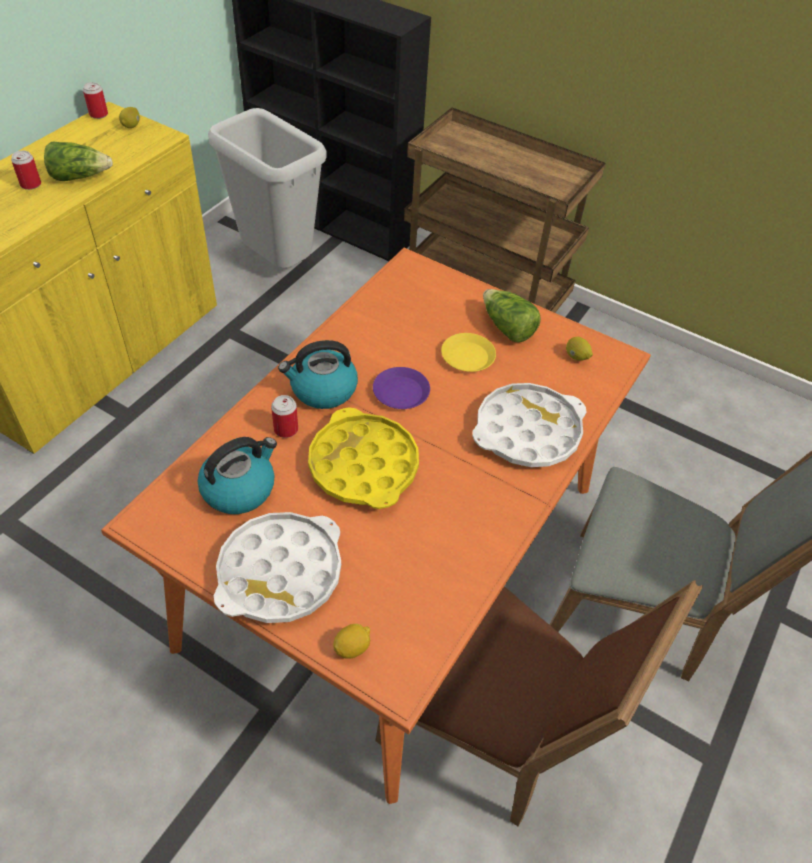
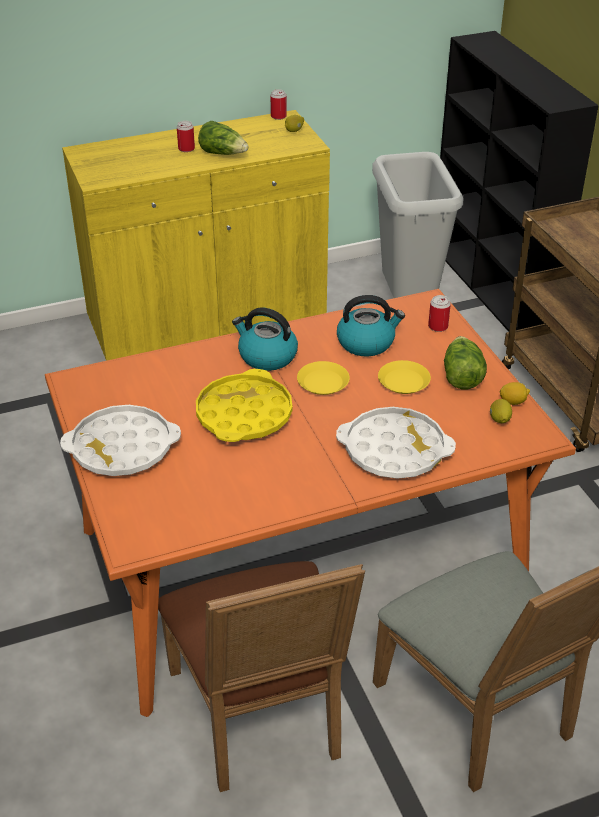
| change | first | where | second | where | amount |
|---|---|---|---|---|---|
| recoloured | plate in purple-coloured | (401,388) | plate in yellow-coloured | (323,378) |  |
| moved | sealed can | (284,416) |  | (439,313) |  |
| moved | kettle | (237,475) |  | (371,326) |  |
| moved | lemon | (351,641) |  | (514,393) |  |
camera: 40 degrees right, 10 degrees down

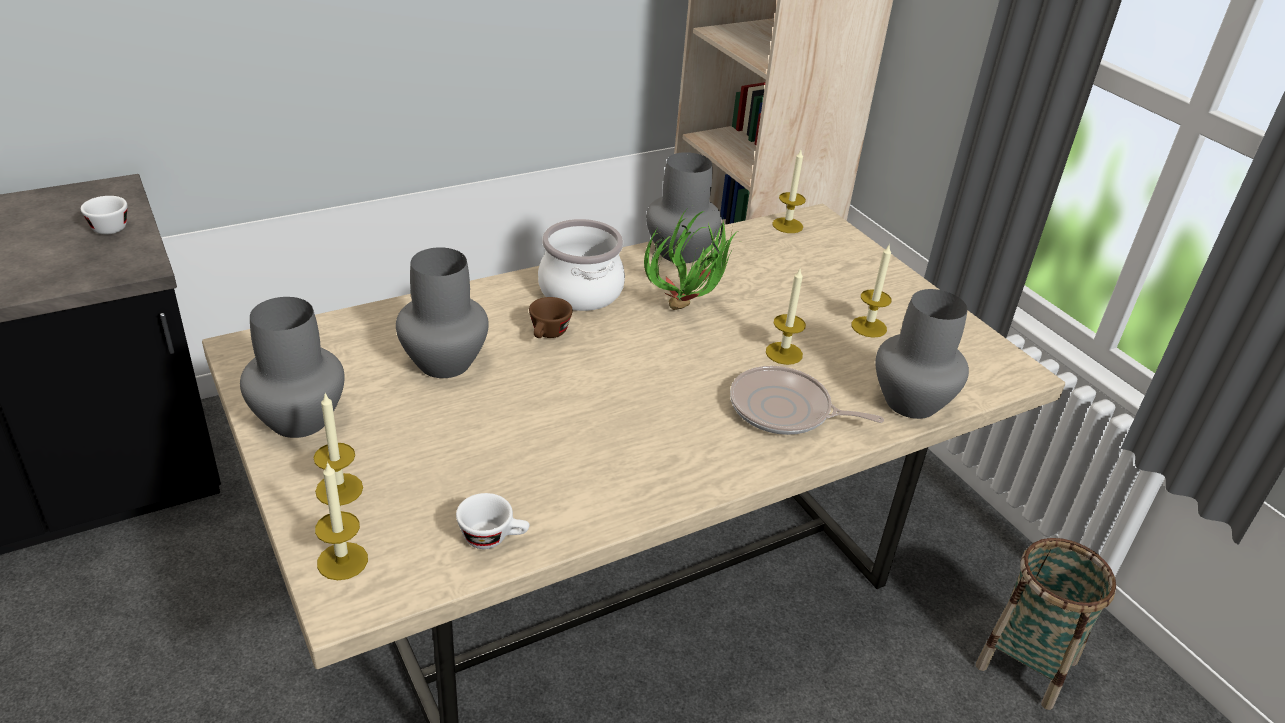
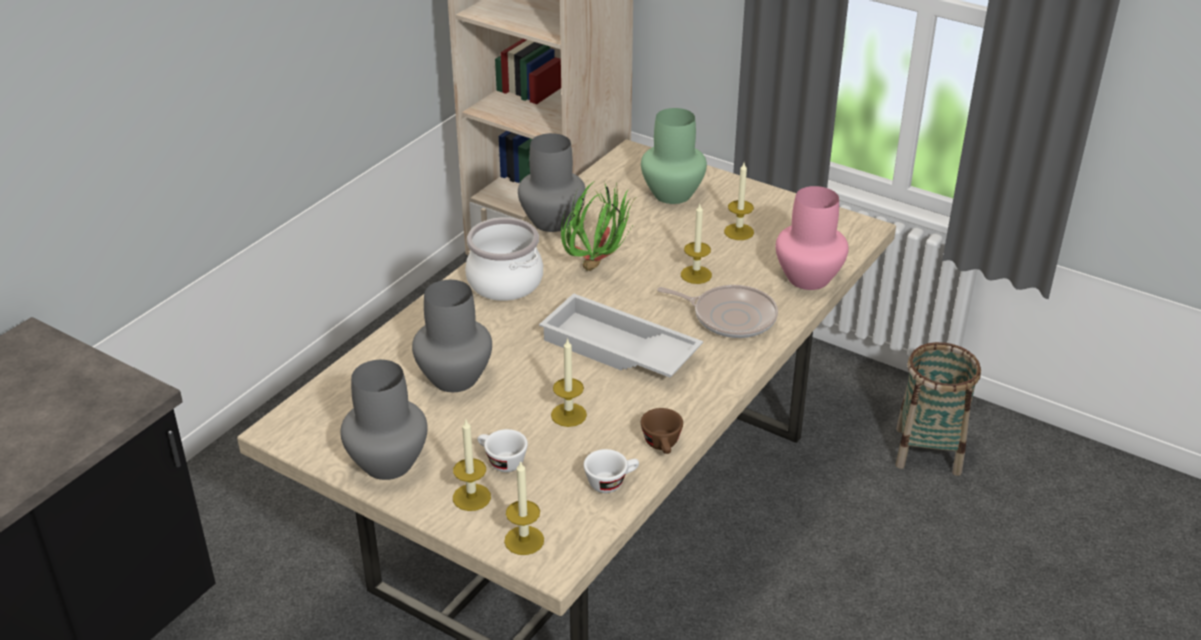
| change | first | where | second | where | amount |
|---|---|---|---|---|---|
| moved | wax candle | (789,191) |  | (569,382) |  |
| moved | cup in white | (104,215) |  | (502,450) |  |
| recoloured | vase in gray | (922,354) | vase in pink-coloured | (812,238) |  |
| moved | cup in brownish | (551,317) |  | (662,431) |  |
| turned | skillet | (807,400) |  | (717,311) | 150 degrees counterclockwise |
| added |  |  | vase in green-coloured | (674,156) |  |
| added |  |  | carrying tray in white | (621,335) |  |
camera: 25 degrees left, 0 degrees up

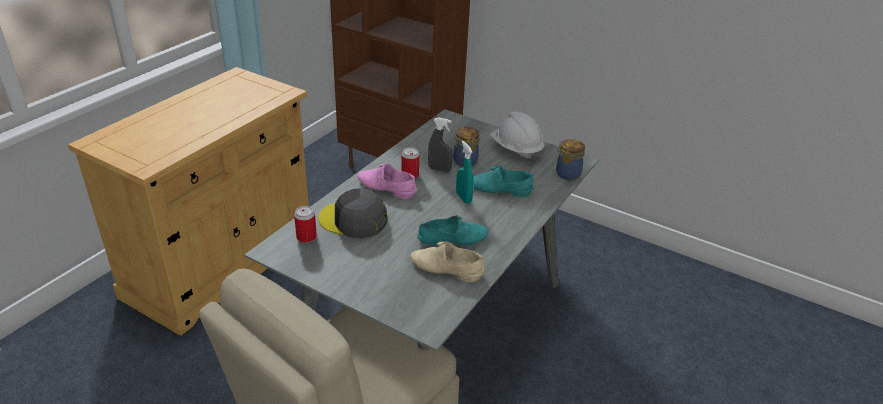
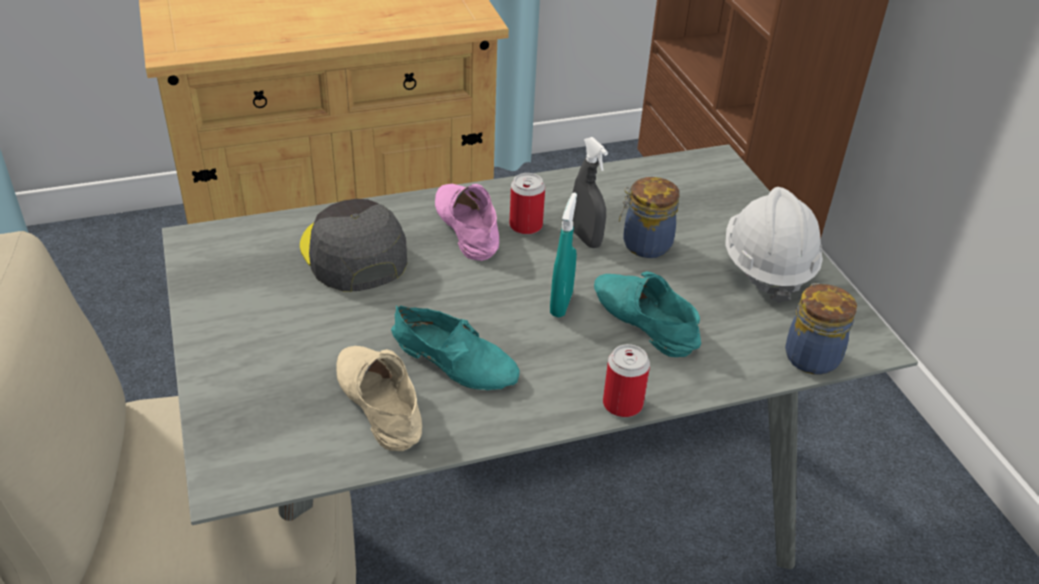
| change | first | where | second | where | amount |
|---|---|---|---|---|---|
| moved | sealed can | (305,224) |  | (626,380) |  |
camera: 40 degrees right, 5 degrees up

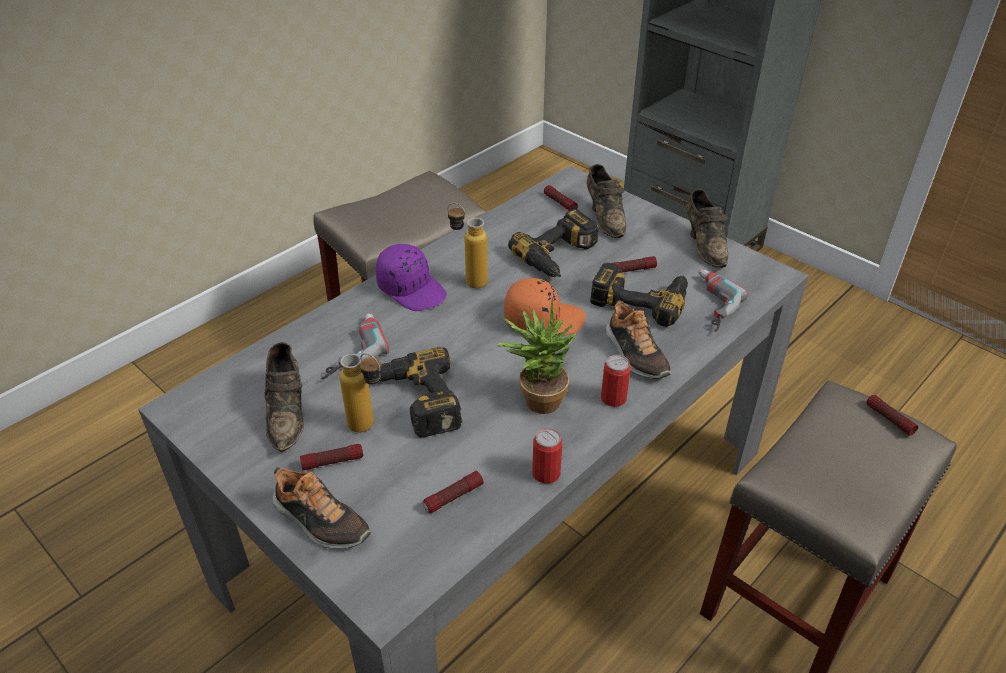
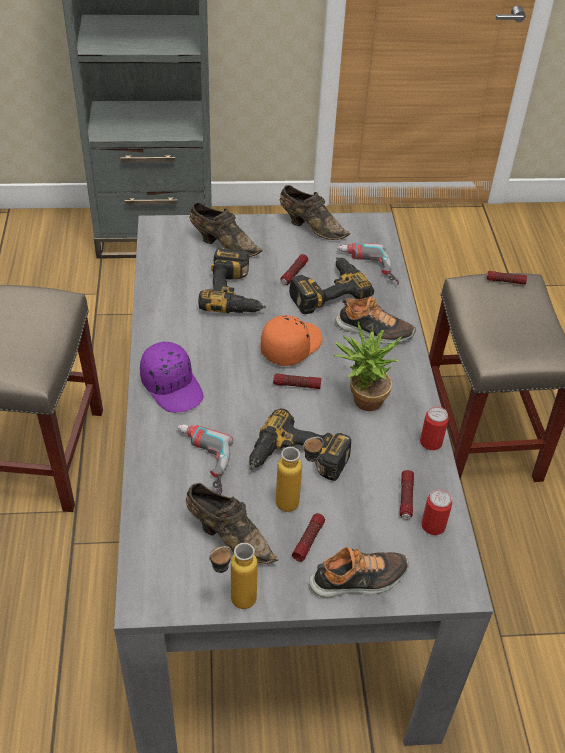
| change | first | where | second | where | amount |
|---|---|---|---|---|---|
| moved | hand torch | (561,198) |  | (297,381) |  |
| moved | drink bottle | (467,246) |  | (233,576) |  |
| turned | peaked cap in purple-coloured | (411,277) |  | (172,377) | 60 degrees clockwise |
| moved | sealed can | (616,381) |  | (436,512) |  |
camera: 50 degrees left, 5 degrees up

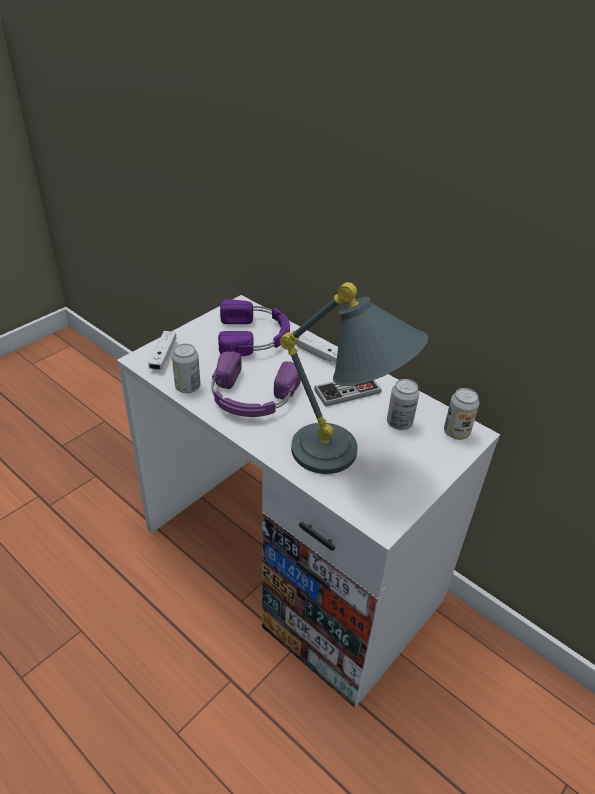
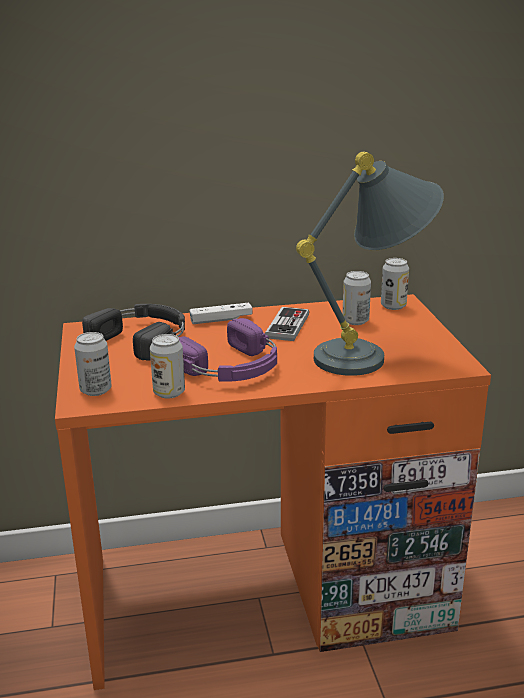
| change | first | where | second | where | amount |
|---|---|---|---|---|---|
| recoloured | desk table in white | (308,501) | desk table in orange-coloured | (273,492) |  |
| recoloured | pair of headphones in purple-coloured | (254,327) | pair of headphones in black | (133,332) |  |
| replaced | gamepad in white | (162,350) | sealed can | (93,364) |  |
camera: 50 degrees left, 15 degrees down

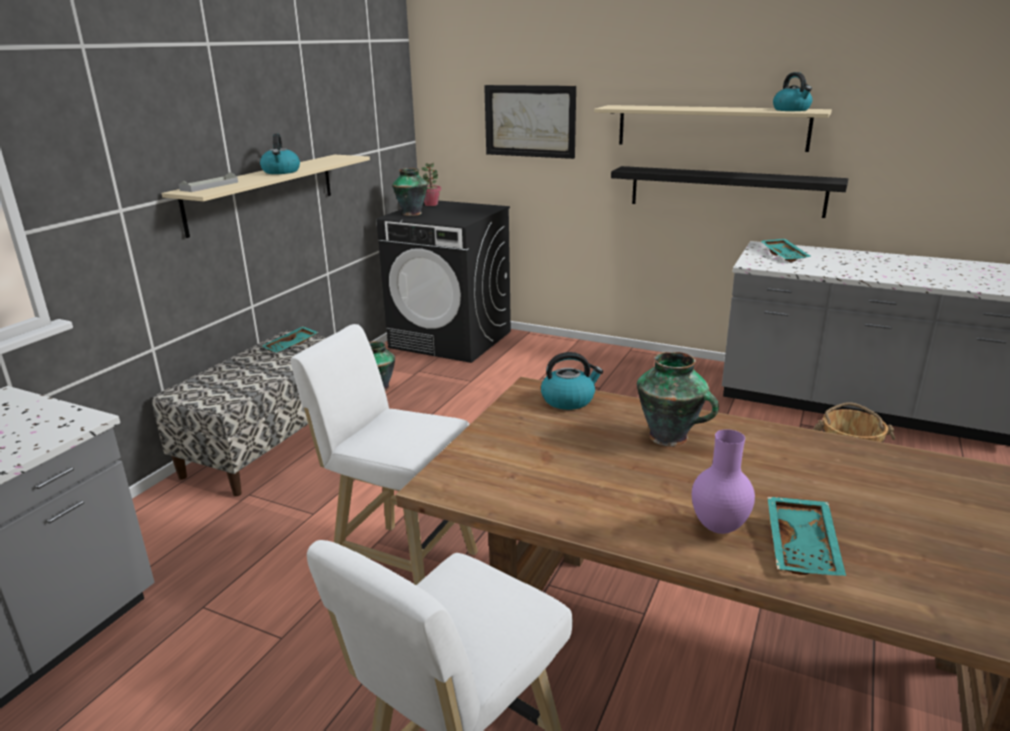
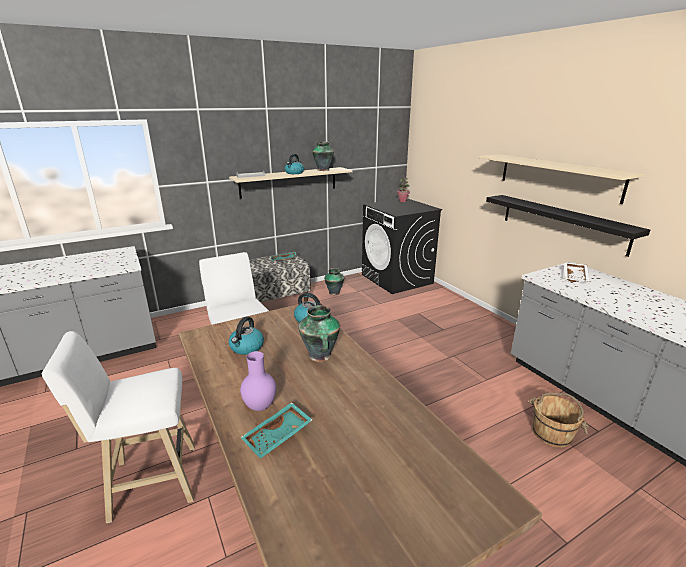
| change | first | where | second | where | amount |
|---|---|---|---|---|---|
| moved | kettle | (792,91) |  | (246,336) |  |
| removed | wall art | (530,122) |  |  |  |
| moved | vase | (410,192) |  | (323,156) |  |
| recoloured | carrying tray in turquoise-coloured | (786,250) | carrying tray in white | (577,272) |  |
camera: 35 degrees right, 0 degrees up

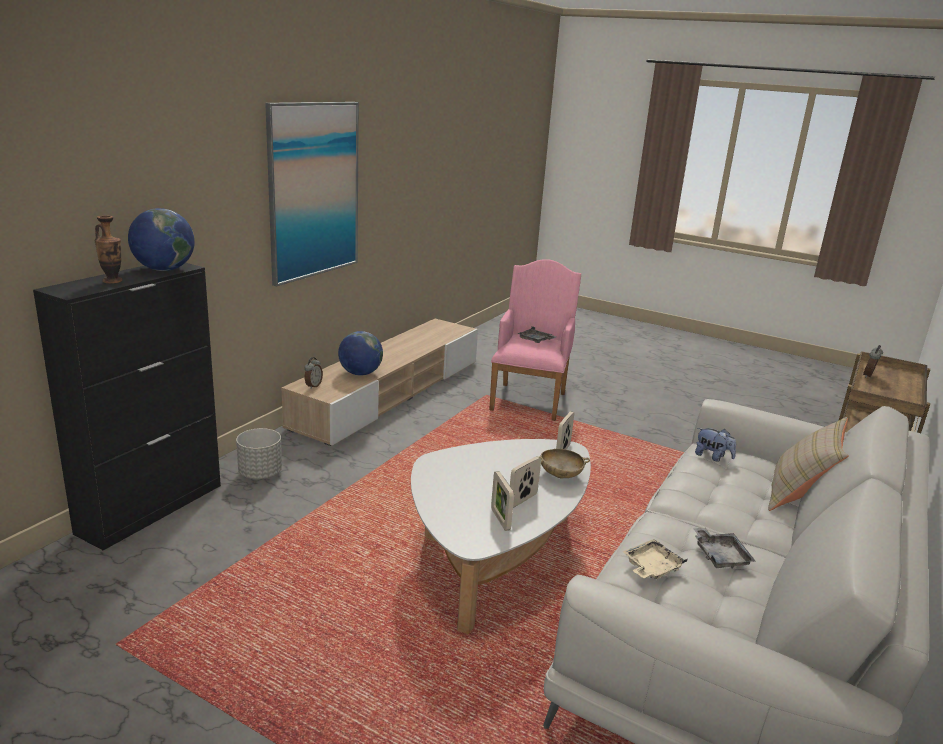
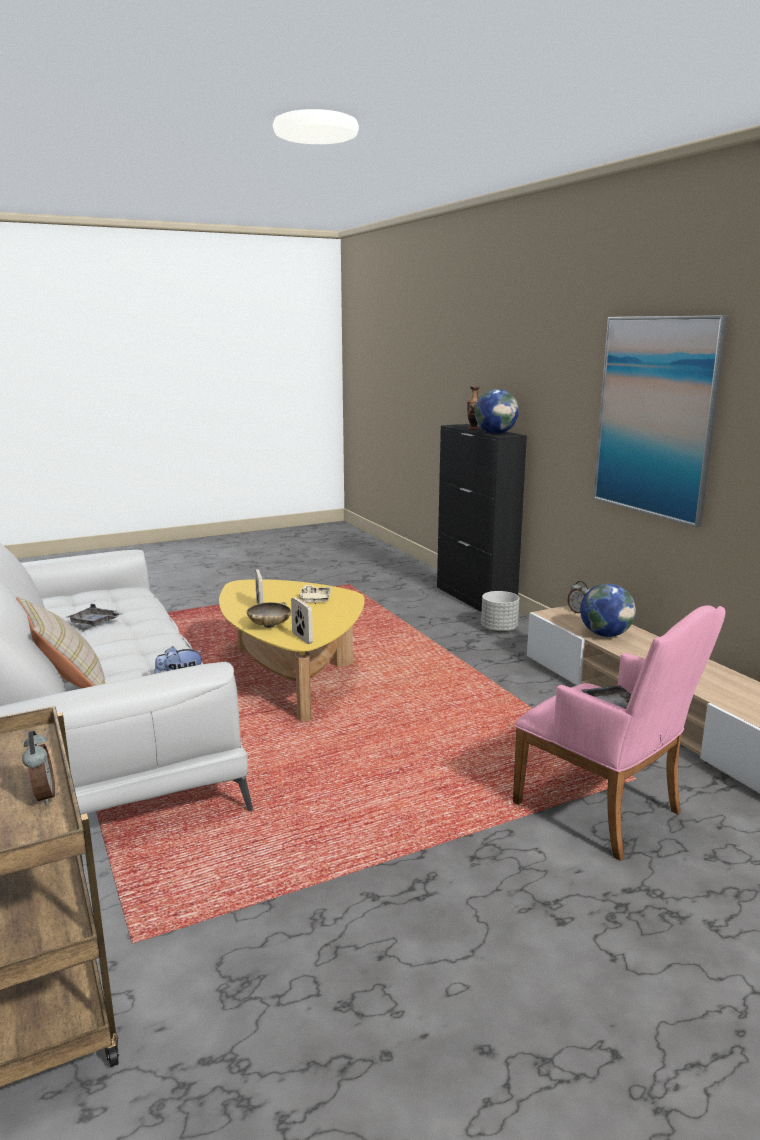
| change | first | where | second | where | amount |
|---|---|---|---|---|---|
| recoloured | low table in white | (501,536) | low table in yellow-coloured | (292,650) |  |
| removed | standing frame | (502,501) |  |  |  |
| moved | carrying tray in beige | (655,559) |  | (315,594) |  |
camera: 125 degrees right, 5 degrees down

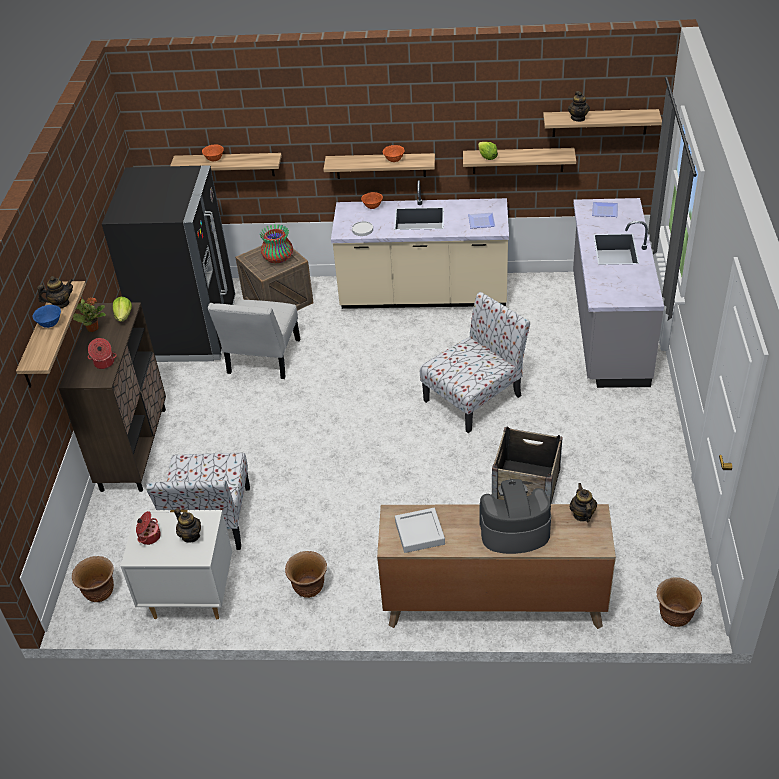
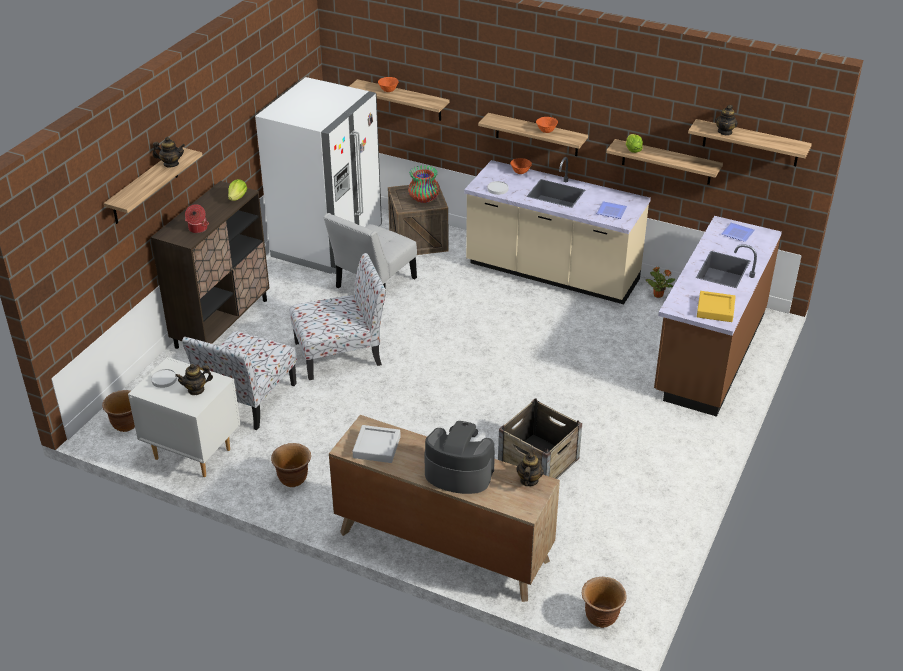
| change | first | where | second | where | amount |
|---|---|---|---|---|---|
| recoloured | refrigerator in black | (168,263) | refrigerator in white | (318,175) |  |
| recoloured | kitchen base unit in gray | (618,293) | kitchen base unit in brownish | (718,316) |  |
| moved | plain chair | (475,362) |  | (337,316) |  |
| moved | houseplant | (89,314) |  | (660,282) |  |
| removed | deep dish in bluish | (47,316) |  |  |  |
| turned | teapot | (187,525) |  | (194,379) | 90 degrees clockwise |
| replaced | cooking pot | (148,528) | plate in white | (164,378) |  |
| added |  |  | carrying tray in yellow-coloured | (716,306) |  |
camera: 20 degrees right, 5 degrees down

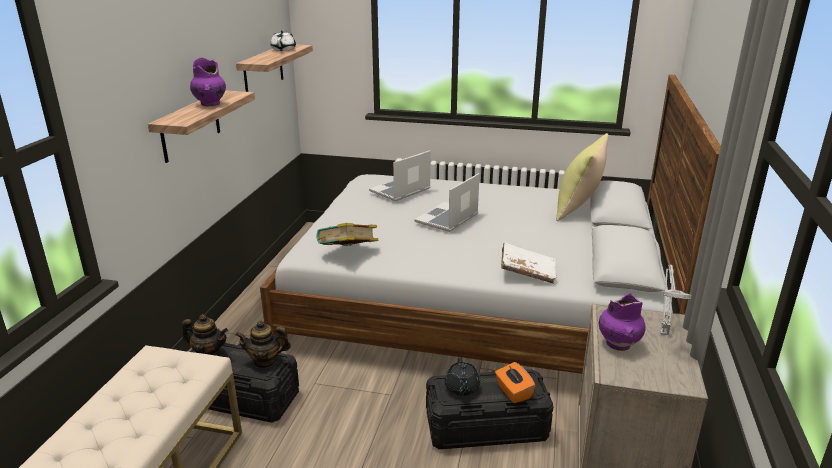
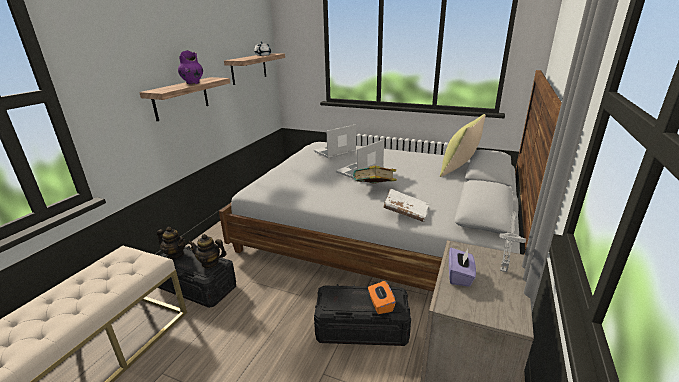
| change | first | where | second | where | amount |
|---|---|---|---|---|---|
| moved | book | (347,234) |  | (375,174) |  |
| replaced | vase in purple-coloured | (622,322) | box of tissues in purple-coloured | (462,267) |  |
| removed | teapot in black | (462,376) |  |  |  |
camera: 10 degrees right, 0 degrees up

